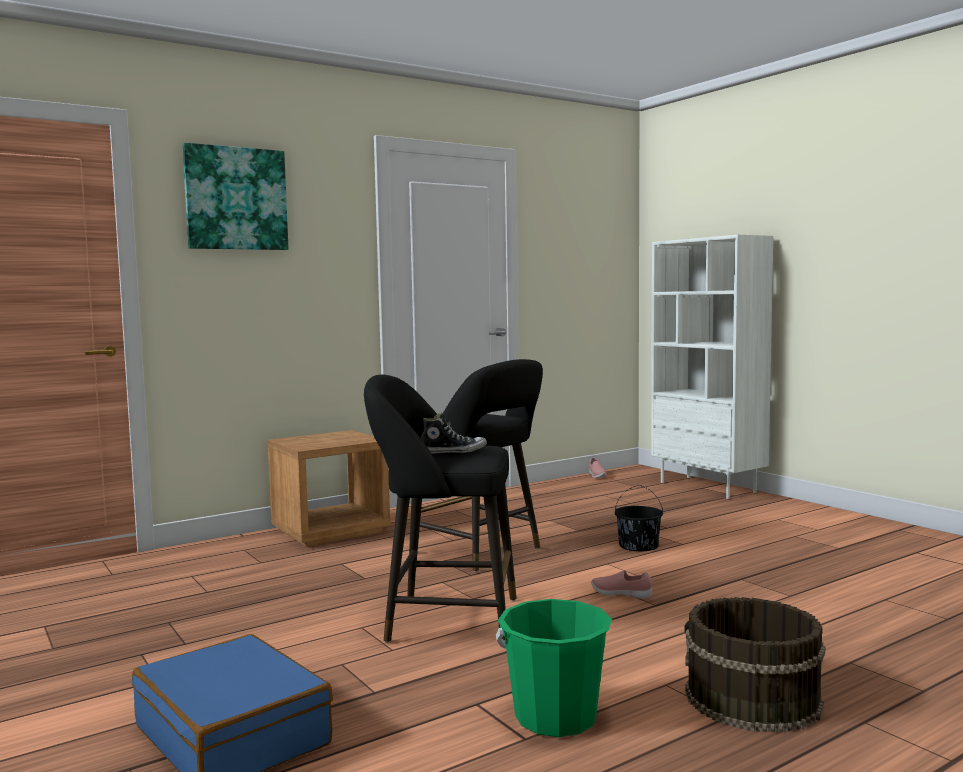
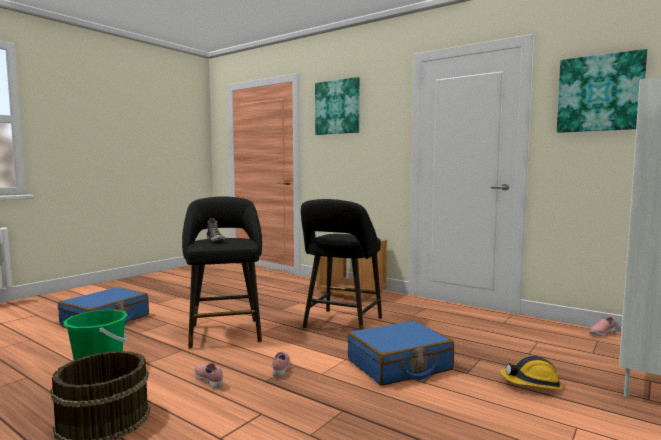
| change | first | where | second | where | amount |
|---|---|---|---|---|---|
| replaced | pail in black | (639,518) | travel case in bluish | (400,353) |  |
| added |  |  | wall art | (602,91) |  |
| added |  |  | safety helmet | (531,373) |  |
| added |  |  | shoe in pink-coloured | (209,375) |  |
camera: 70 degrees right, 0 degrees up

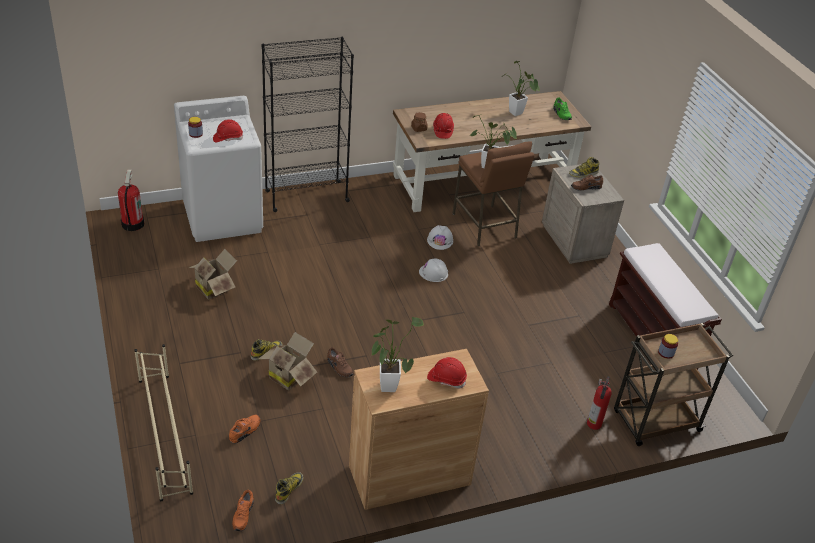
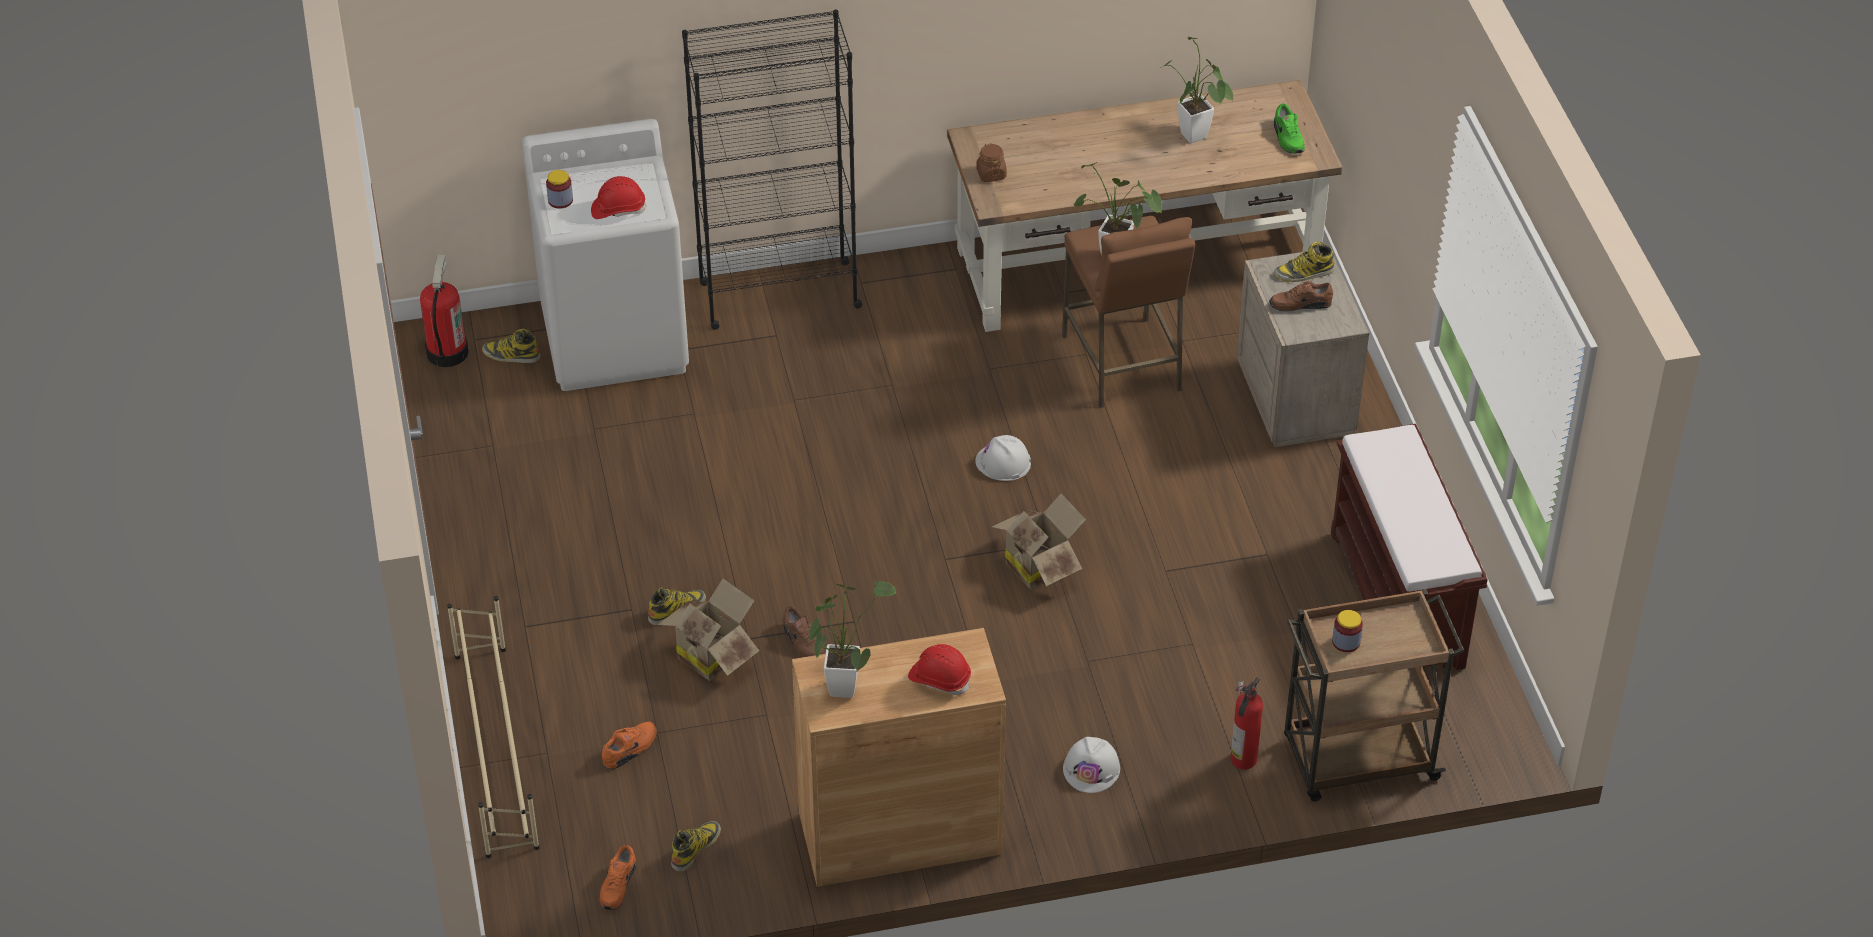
| change | first | where | second | where | amount |
|---|---|---|---|---|---|
| removed | safety helmet in red-coloured | (443,126) |  |  |  |
| moved | safety helmet in white | (440,237) |  | (1091,765) |  |
| moved | carton | (213,274) |  | (1039,541) |  |
| added |  |  | boot | (511,346) |  |
camera: 10 degrees right, 5 degrees up

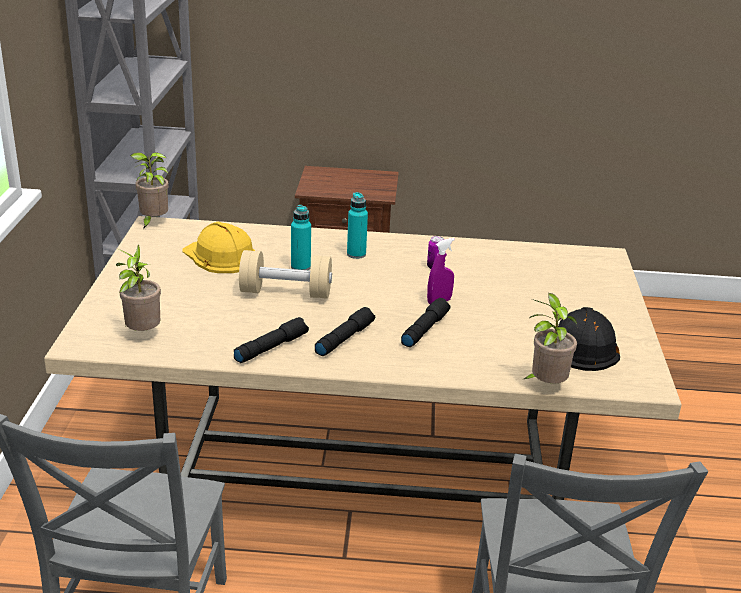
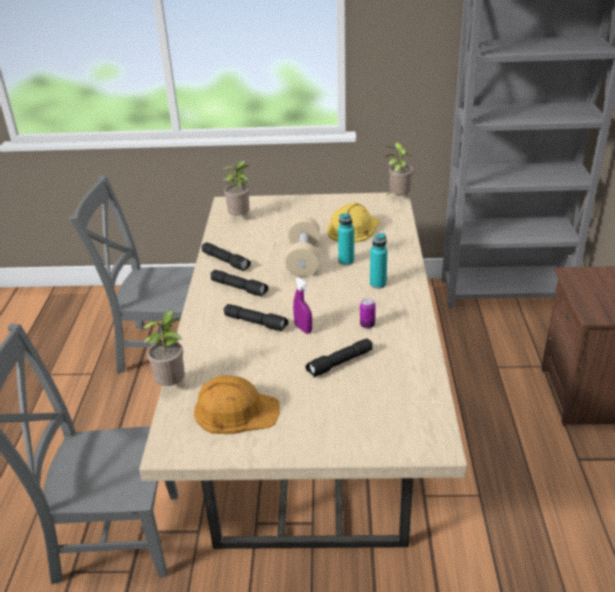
| change | first | where | second | where | amount |
|---|---|---|---|---|---|
| recoloured | safety helmet in black | (589,339) | safety helmet in orange-coloured | (237,404) |  |
| added |  |  | hand torch in black | (339,358) |  |
camera: 90 degrees right, 5 degrees up

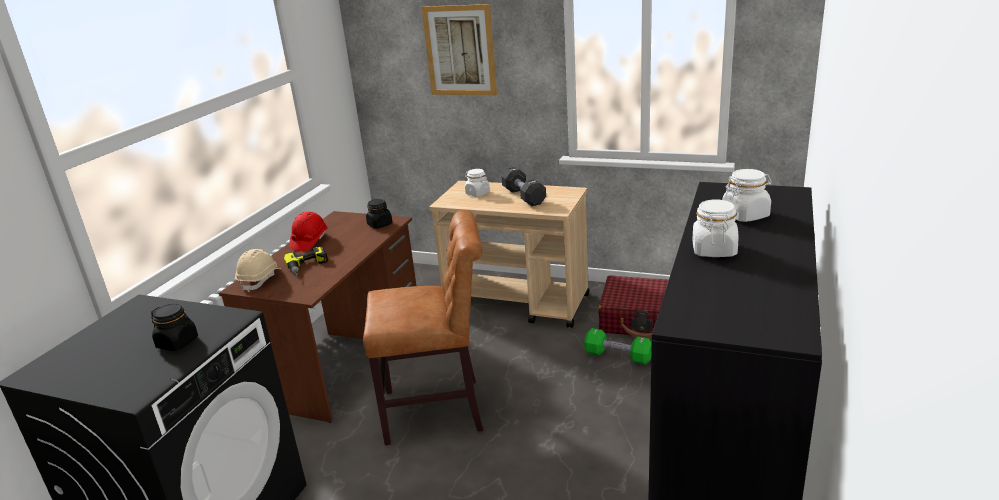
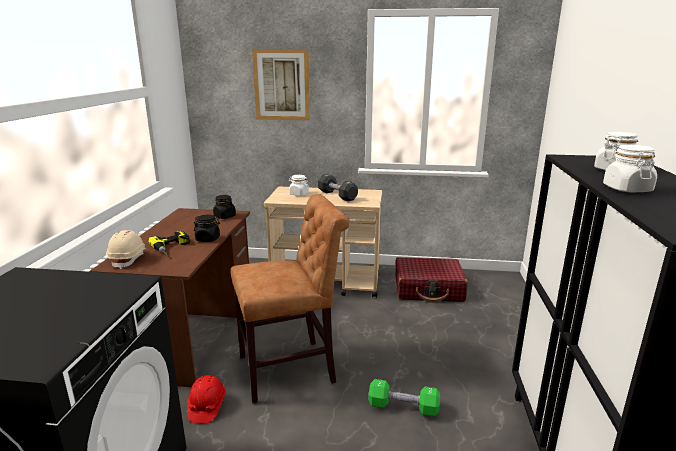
| change | first | where | second | where | amount |
|---|---|---|---|---|---|
| moved | safety helmet in red-coloured | (308,231) |  | (206,399) |  |
| moved | storage jar in black | (174,327) |  | (207,228) |  |
| moved | dumbbell in green-coloured | (618,346) |  | (404,398) |  |
camera: 15 degrees left, 5 degrees down

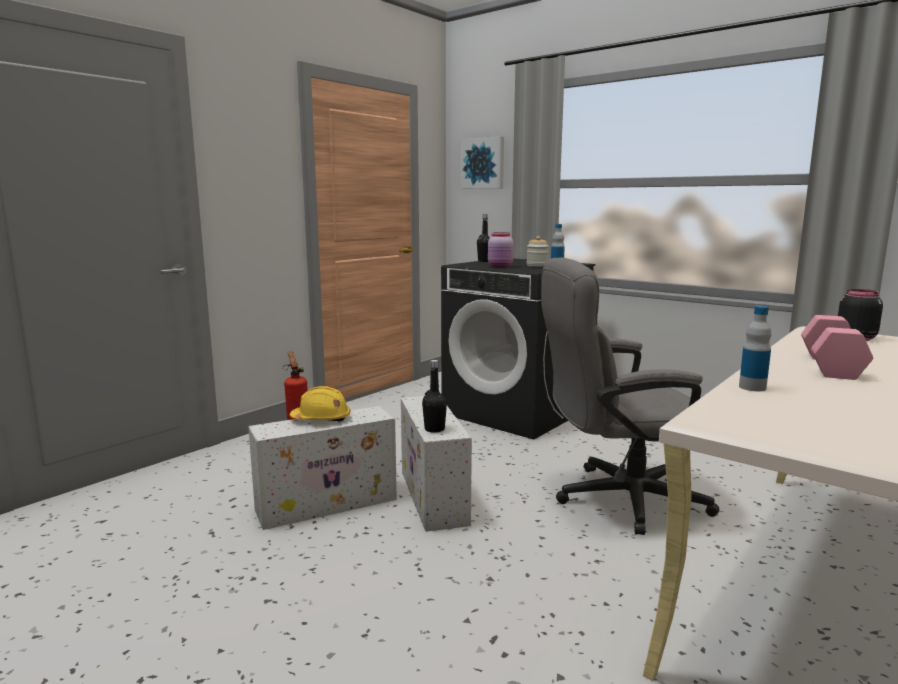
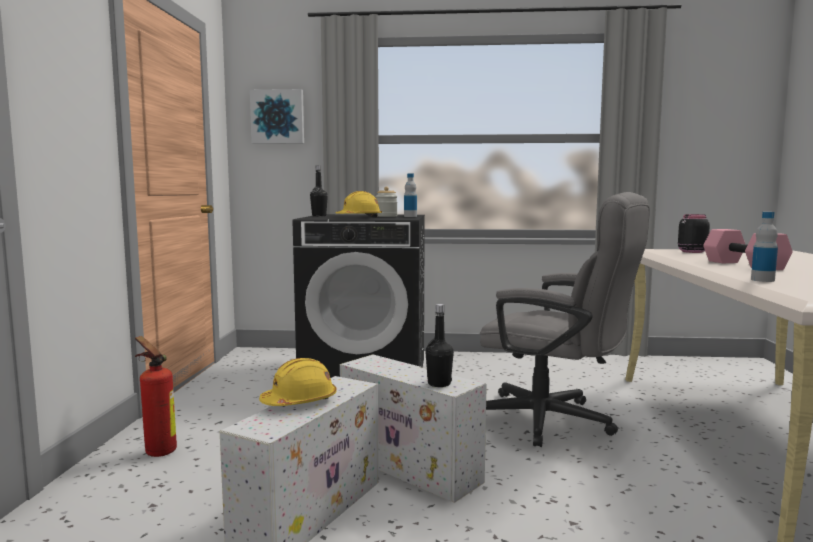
| change | first | where | second | where | amount |
|---|---|---|---|---|---|
| replaced | storage jar in pink-coloured | (500,250) | safety helmet in yellow-coloured | (359,204) |  |
| turned | computer chair in gray | (630,396) |  | (565,319) | 105 degrees counterclockwise |
camera: 35 degrees left, 5 degrees down

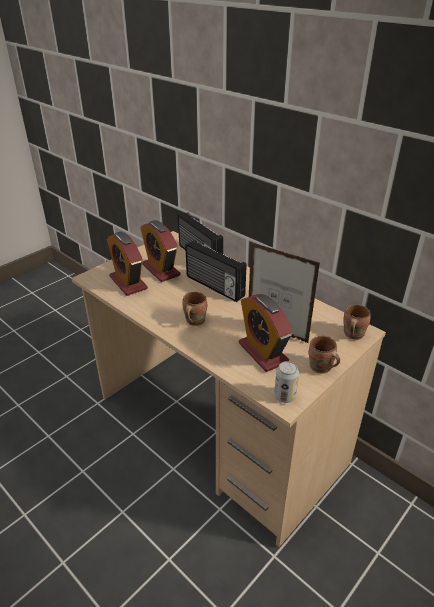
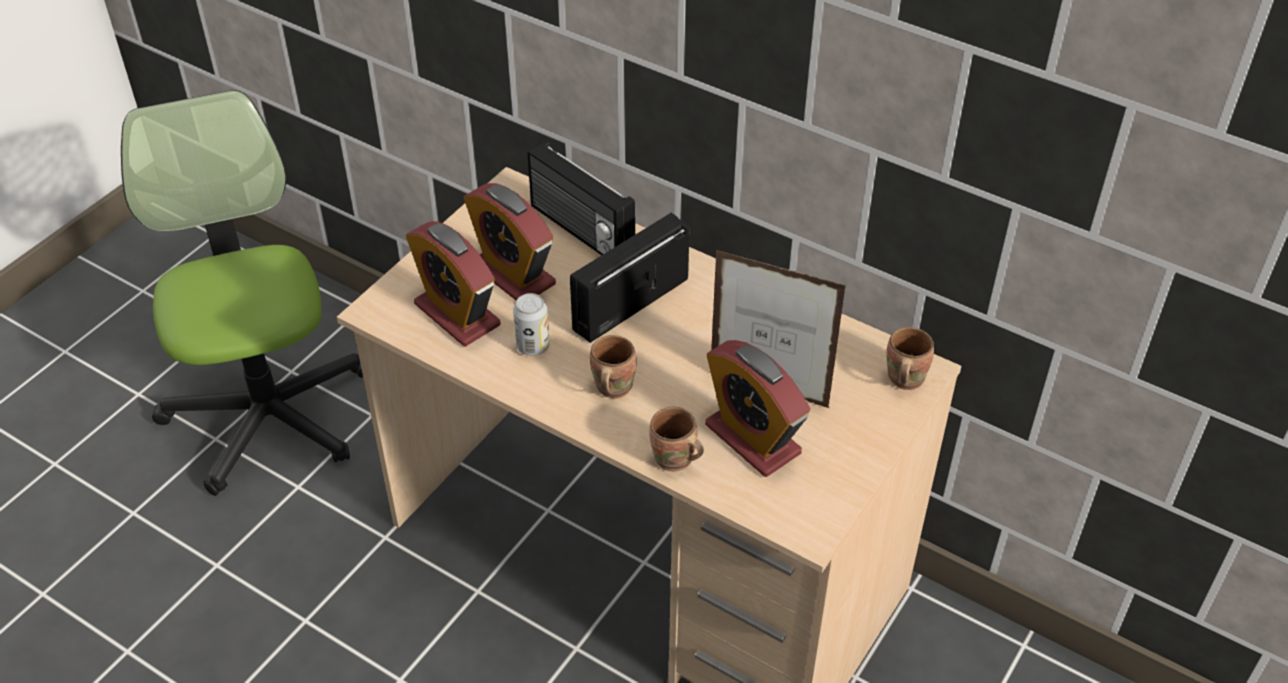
| change | first | where | second | where | amount |
|---|---|---|---|---|---|
| turned | radio | (215,271) |  | (630,278) | 105 degrees clockwise |
| moved | coffee mug in brownish | (324,355) |  | (677,438) |  |
| moved | sealed can | (286,382) |  | (531,324) |  |
| added |  |  | computer chair | (242,293) |  |
camera: 10 degrees left, 10 degrees up

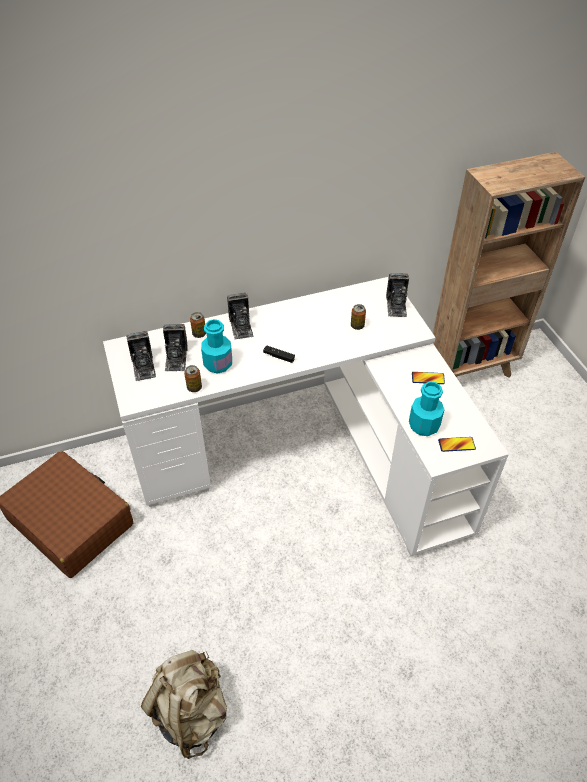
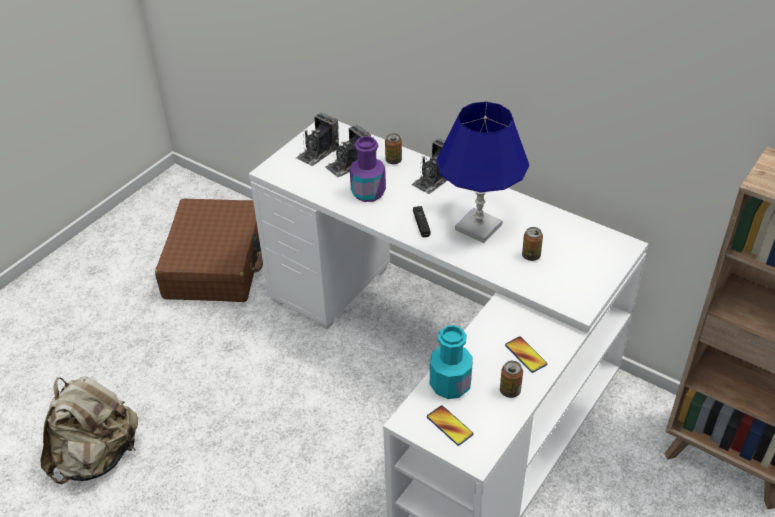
| change | first | where | second | where | amount |
|---|---|---|---|---|---|
| removed | still camera | (397,295) |  |  |  |
| recoloured | drink bottle in turquoise-coloured | (216,346) | drink bottle in purple-coloured | (368,169) |  |
| moved | sealed can | (193,378) |  | (511,379) |  |
| added |  |  | lamp for a table in bluish | (482,172) |  |
camera: 55 degrees right, 5 degrees down

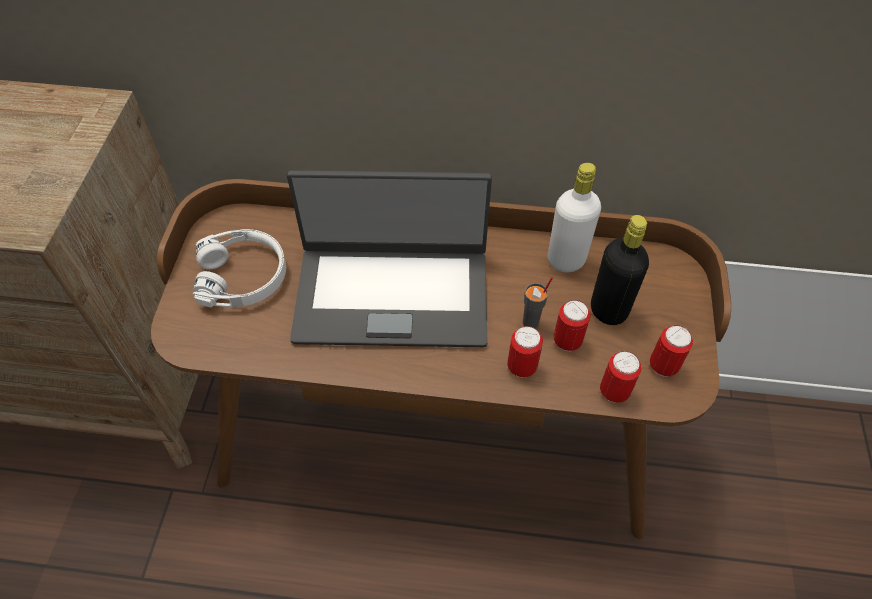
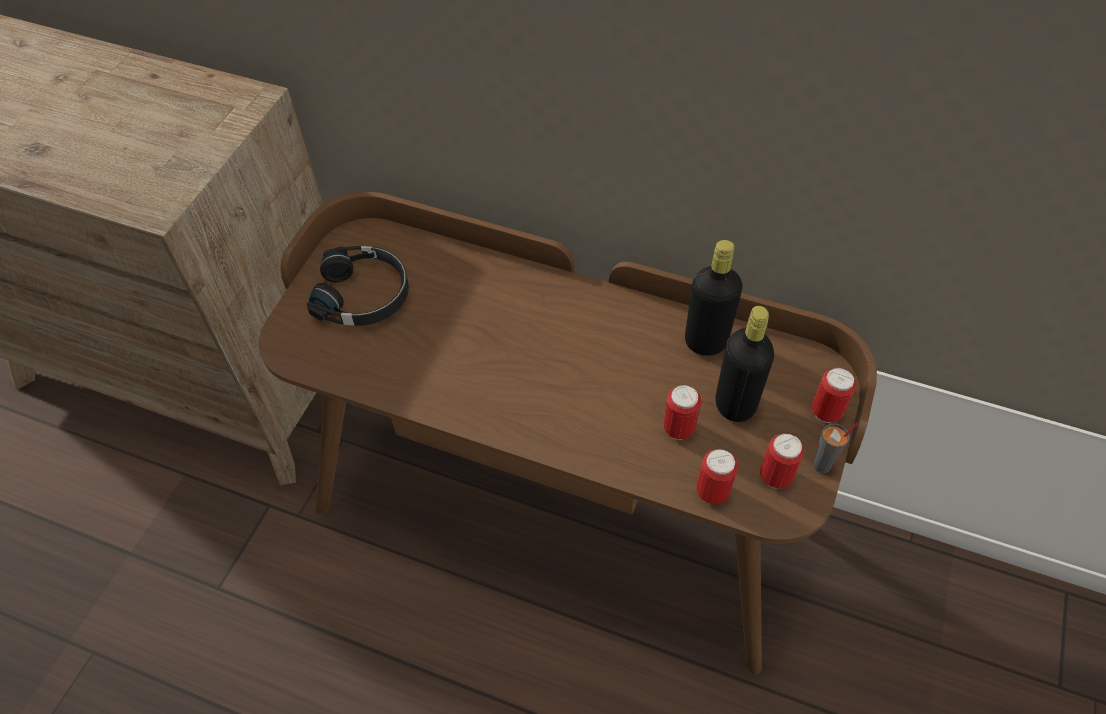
| change | first | where | second | where | amount |
|---|---|---|---|---|---|
| recoloured | drink bottle in white | (574,217) | drink bottle in black | (714,298) |  |
| removed | laptop | (389,258) |  |  |  |
| recoloured | pair of headphones in white | (239,268) | pair of headphones in black | (358,286) |  |
| moved | cup in gray | (538,302) |  | (835,447) |  |
| moved | sealed can | (525,352) |  | (834,395) |  |
camera: 15 degrees right, 0 degrees up

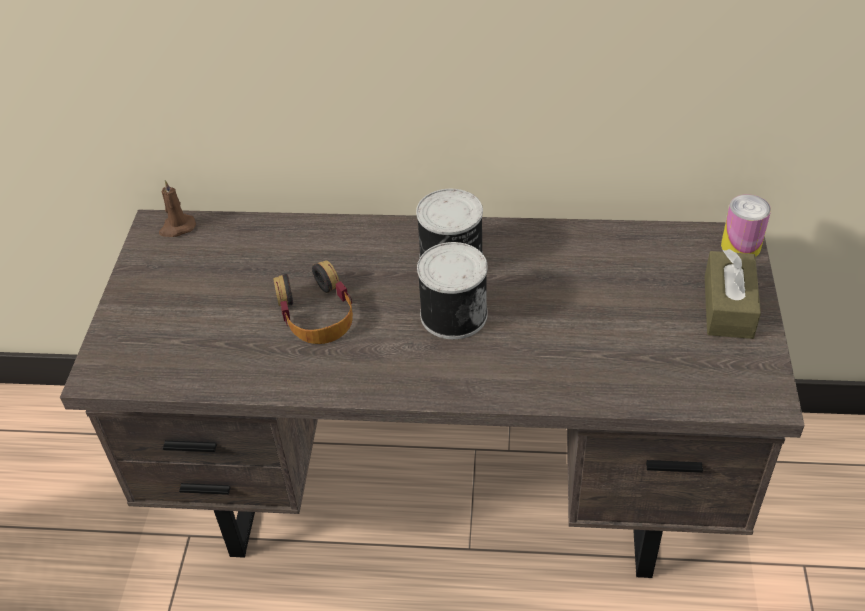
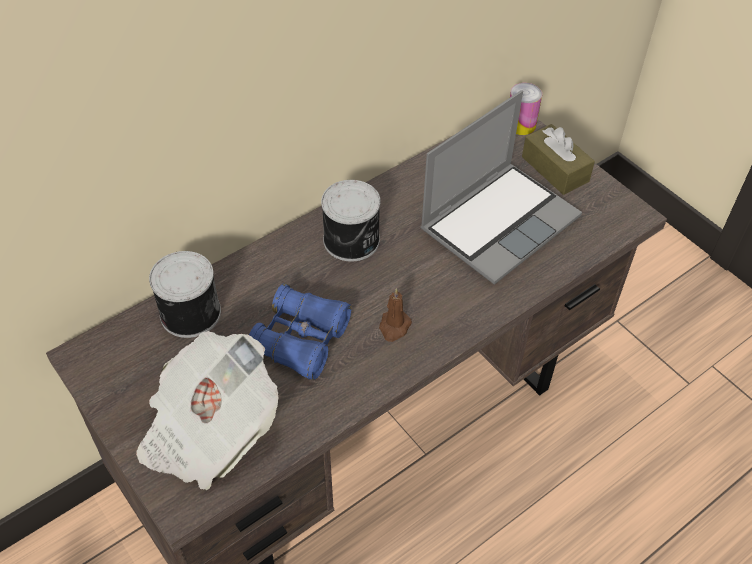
| change | first | where | second | where | amount |
|---|---|---|---|---|---|
| moved | wax candle in brownish | (177,208) |  | (395,315) |  |
| moved | sealed can | (452,290) |  | (185,294) |  |
| replaced | pair of headphones | (313,302) | pair of binoculars in bluish | (300,332) |  |
| added |  |  | laptop | (501,187) |  |
| added |  |  | daily paper | (207,410) |  |
camera: 45 degrees left, 5 degrees up

